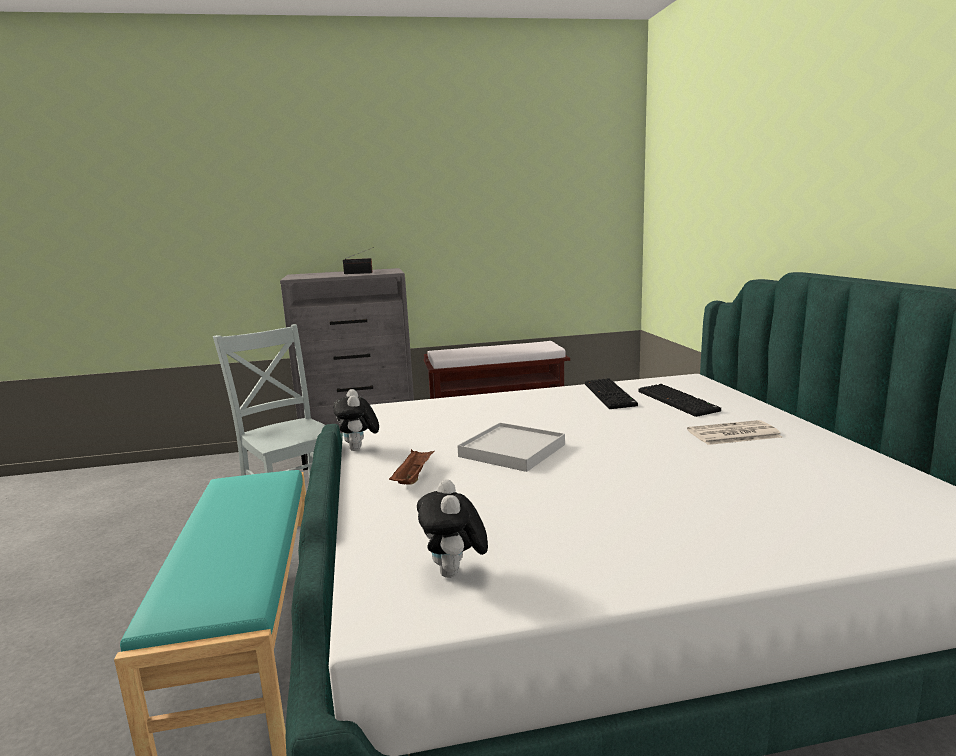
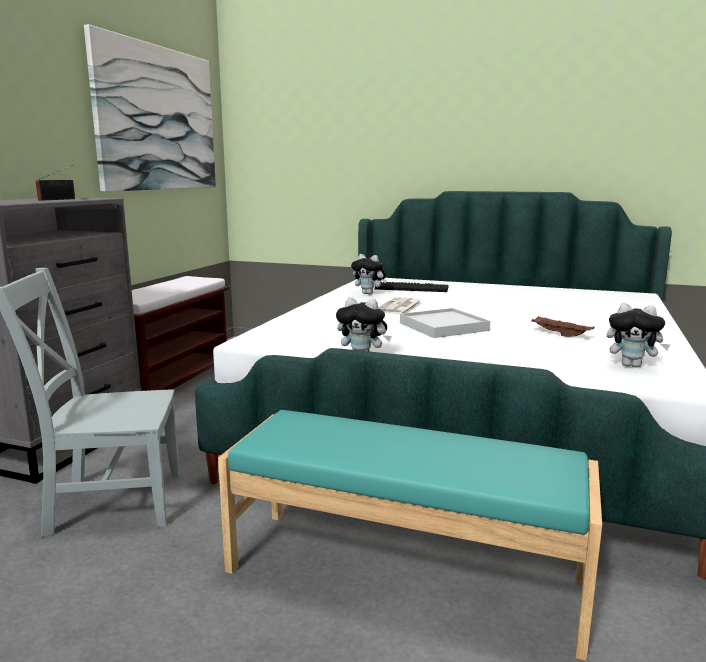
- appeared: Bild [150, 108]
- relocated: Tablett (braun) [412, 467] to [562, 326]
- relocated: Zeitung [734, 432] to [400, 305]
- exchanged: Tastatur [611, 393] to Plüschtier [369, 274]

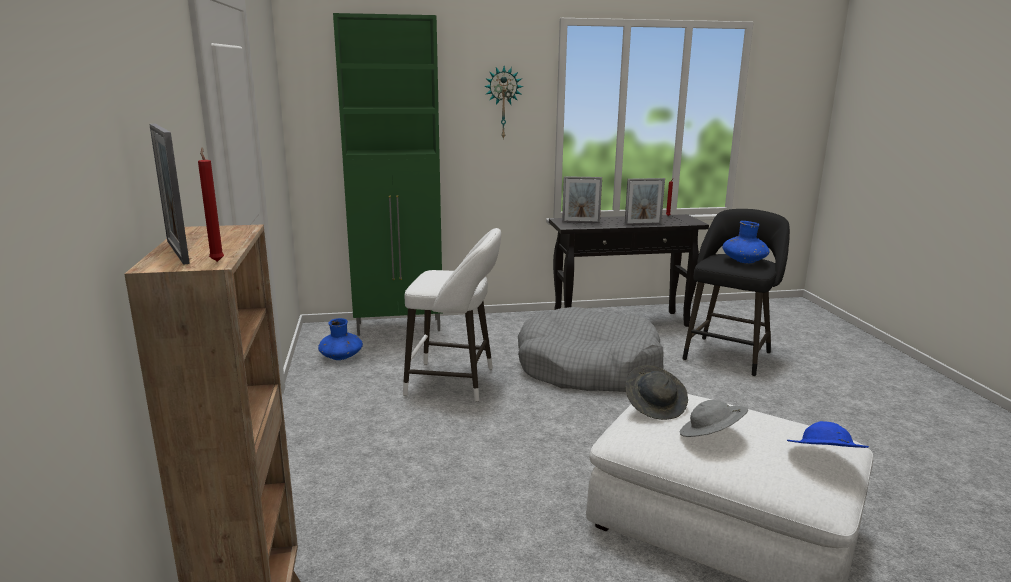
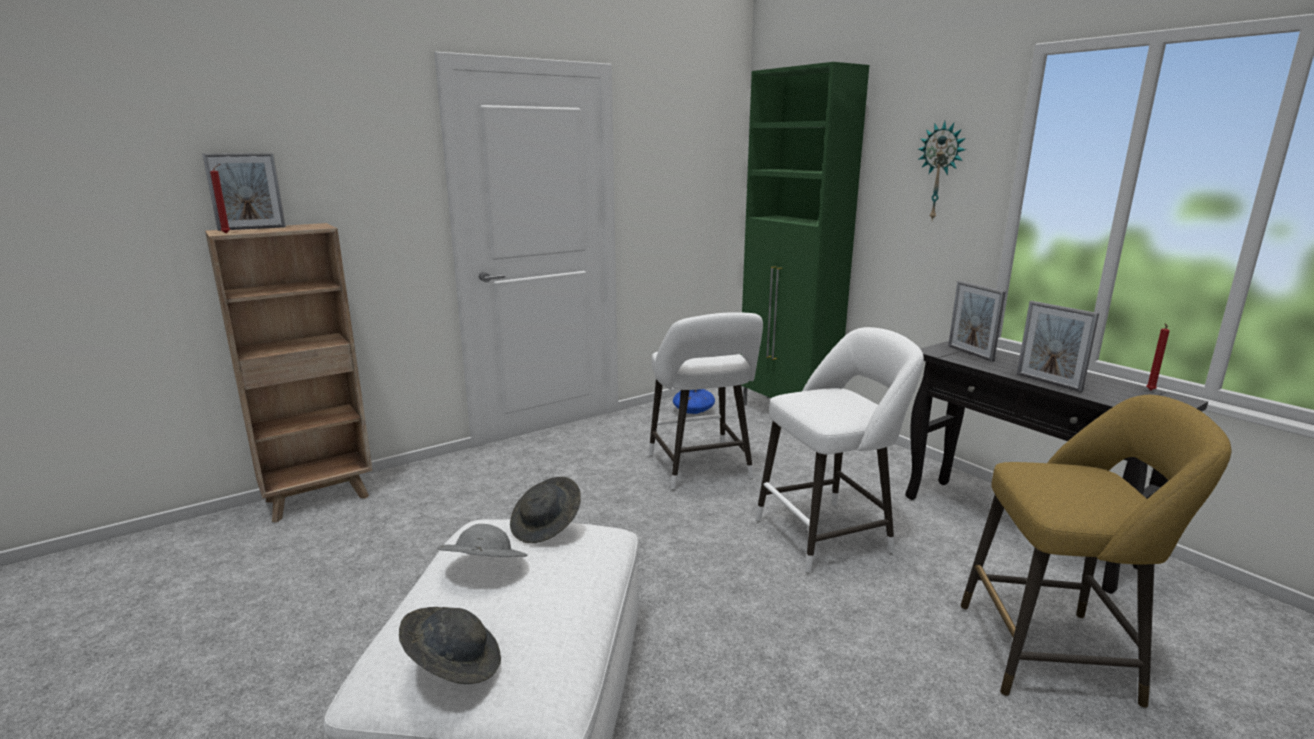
- missing: Vase (blau) [745, 242]
- exchanged: Hundebett (grau) [591, 349] to Hocker (weiß) [840, 450]
- colour: Hocker (schwarz) [736, 293] to Hocker (gelb) [1096, 551]
- colour: Hut (blau) [828, 434] to Hut (grau) [450, 645]
- spun: Bilderrahmen [170, 194] = [244, 192] 150 degrees counterclockwise

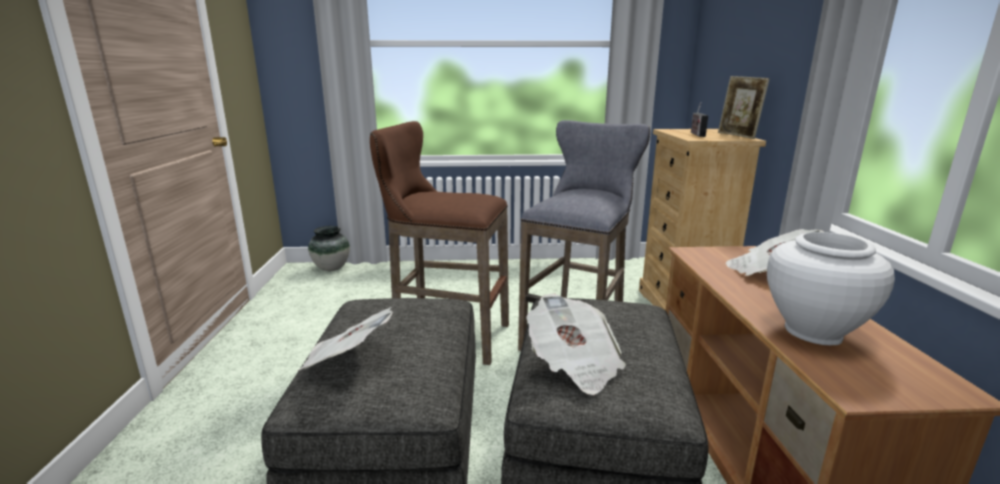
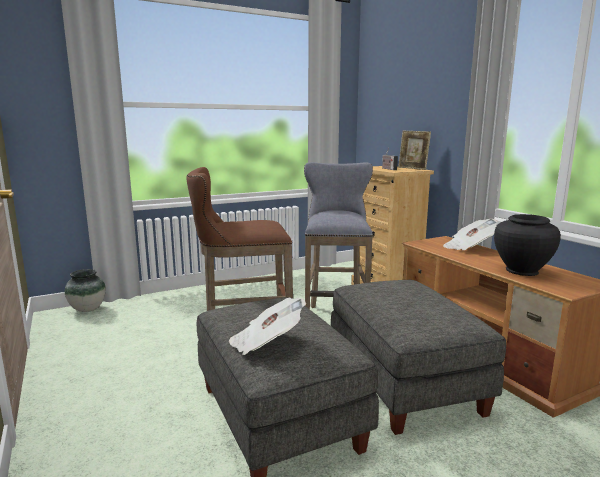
- missing: Zeitung [576, 344]
- colour: Vase (weiß) [831, 288] to Vase (schwarz) [527, 245]

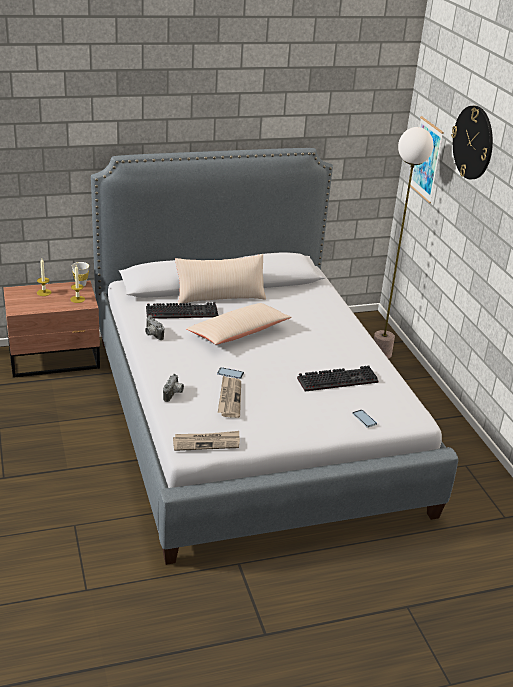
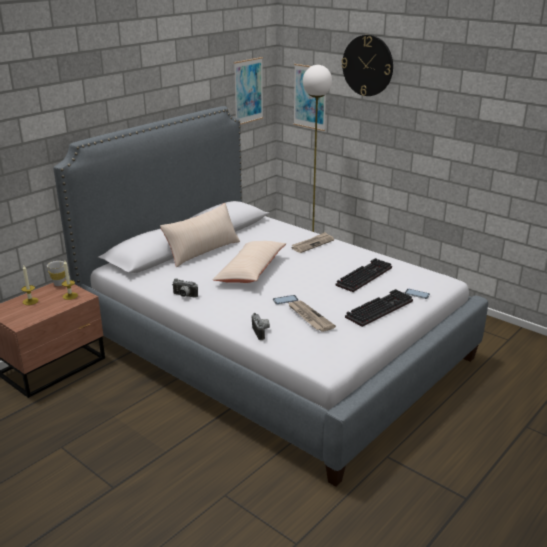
- appeared: Bild [248, 91]
- relocated: Tastatur [182, 310] to [379, 308]
- relocated: Zeitung [206, 441] to [312, 242]

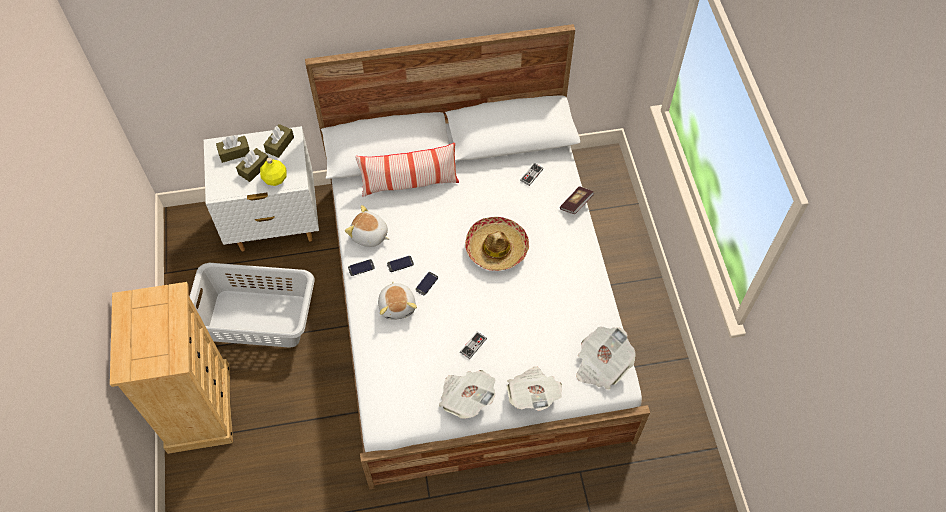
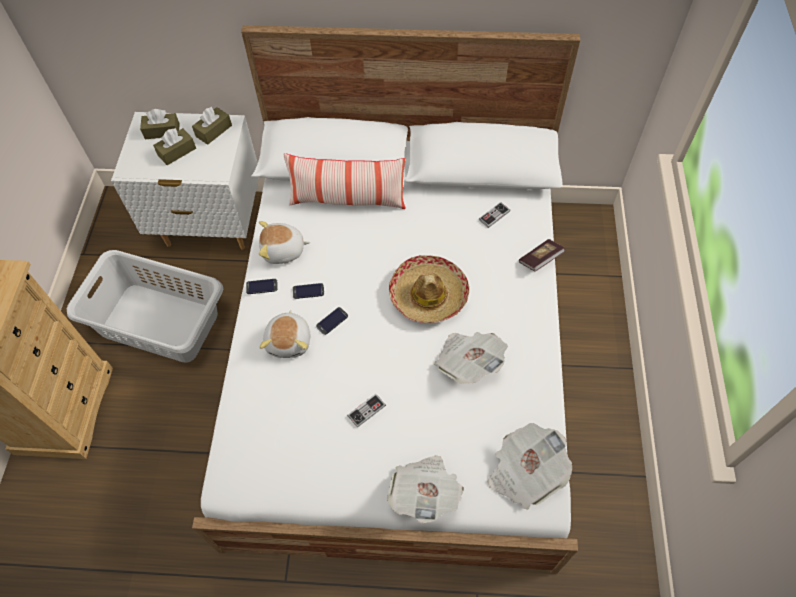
- missing: Flasche (gelb) [273, 171]
- relocated: Zeitung [467, 394] to [471, 358]
- spun: Plüschtier [367, 226] = [284, 242] 45 degrees counterclockwise

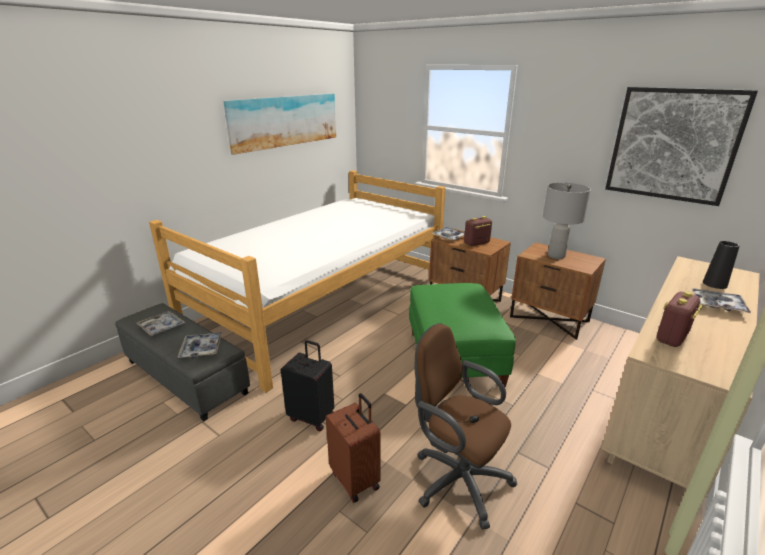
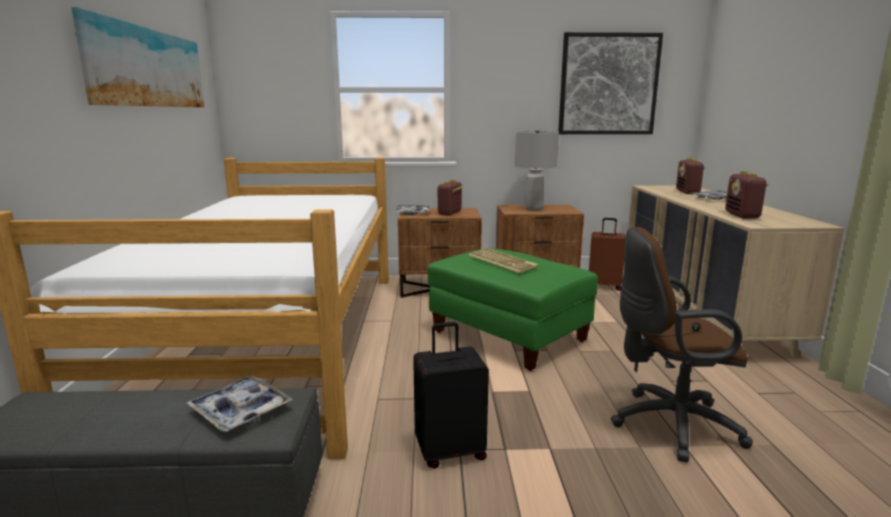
- missing: Tablett [161, 323]
- appeared: Tastatur [504, 260]
- relocated: Koffer (braun) [353, 448] to [607, 254]
- exchanged: Vase (schwarz) [721, 265] to Radio [691, 176]

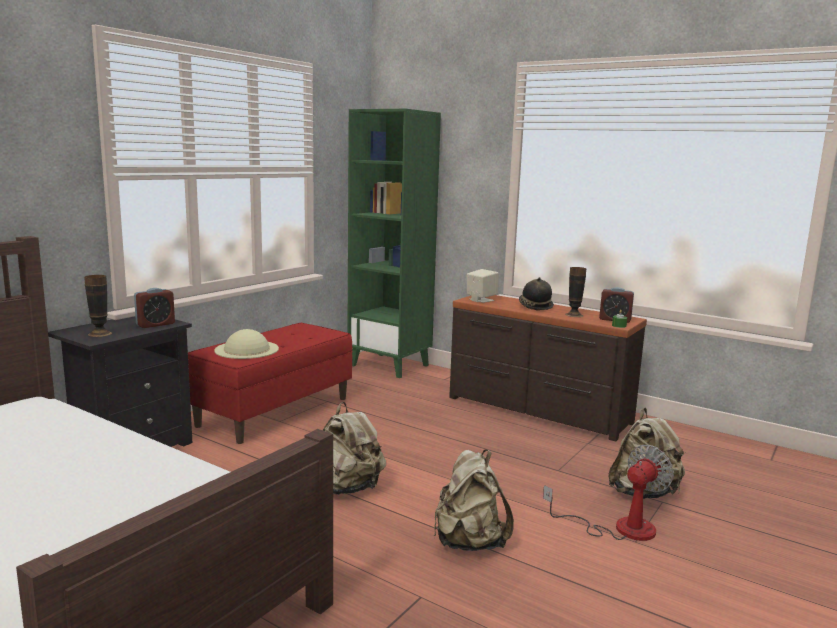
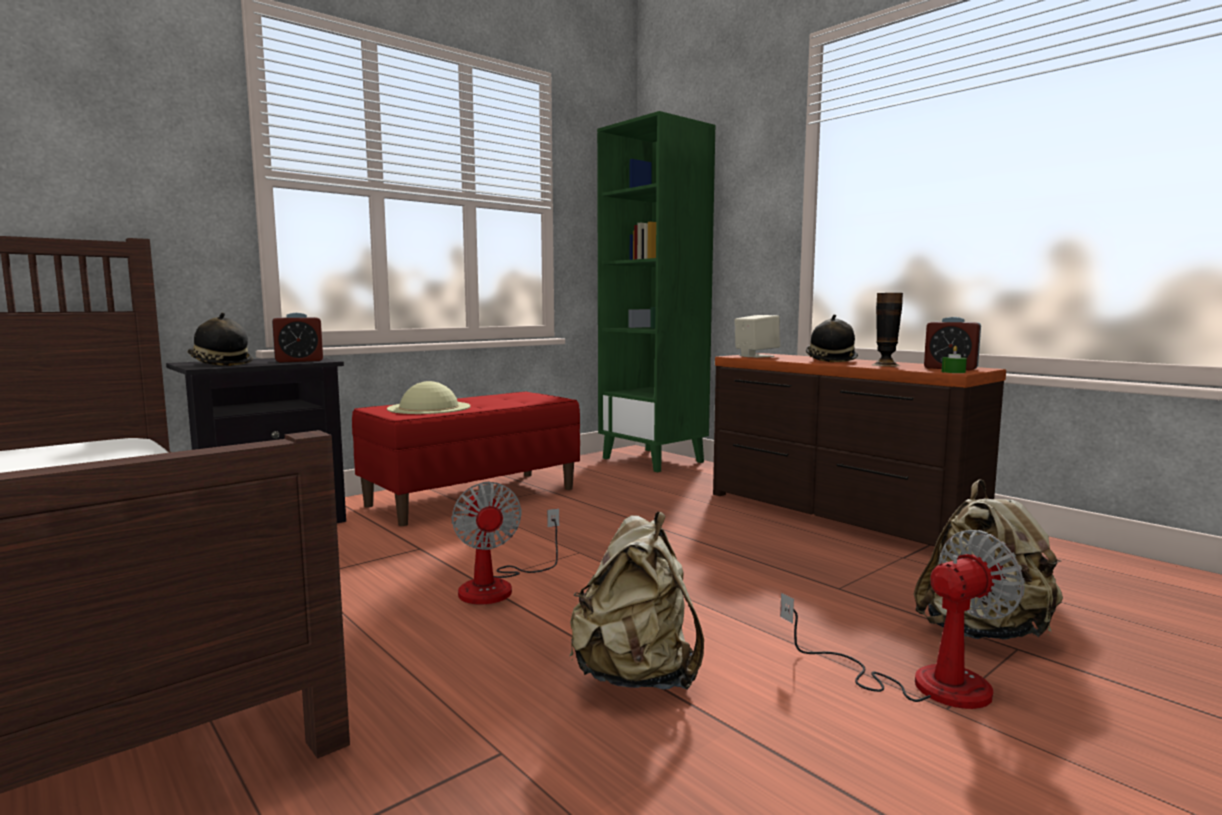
- exchanged: Vase [98, 306] to Hut [220, 339]
- exchanged: Rucksack (beige) [354, 448] to Ventilator [505, 543]

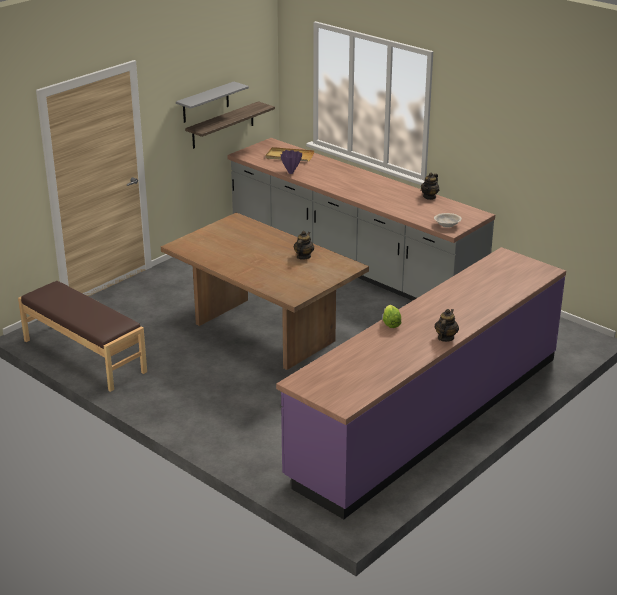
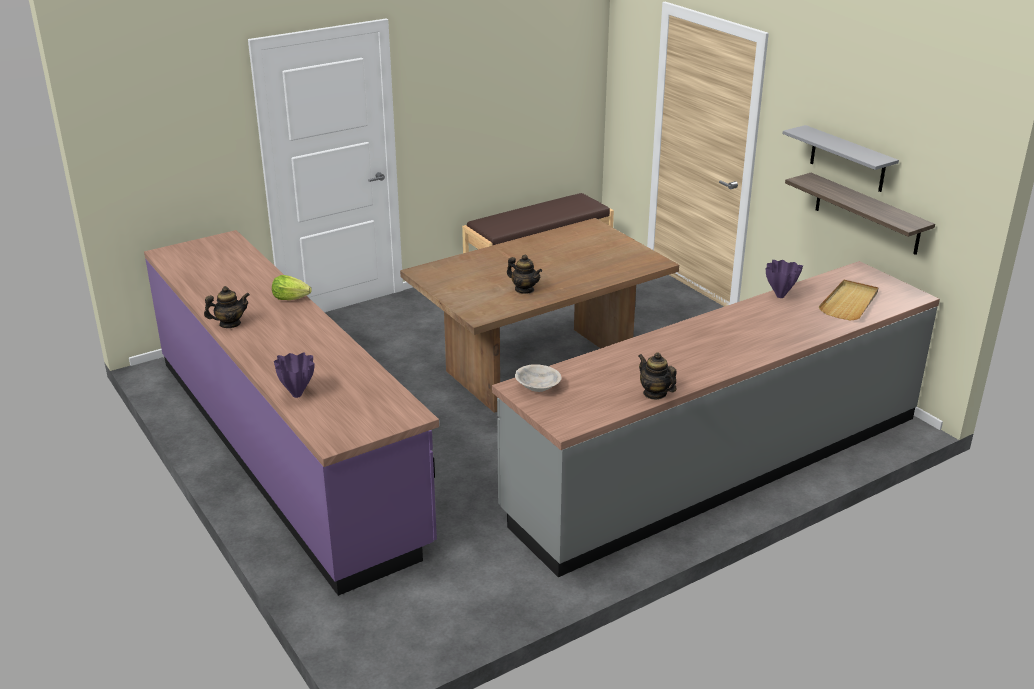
- appeared: Vase (lila) [294, 375]
- spun: Teekanne [446, 325] = [227, 307] 60 degrees counterclockwise

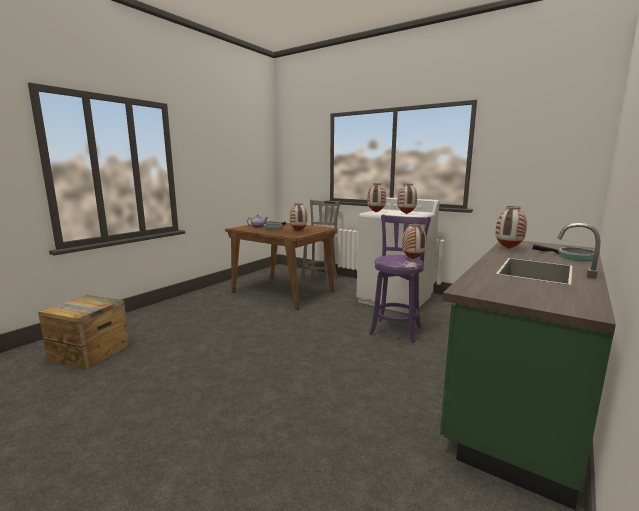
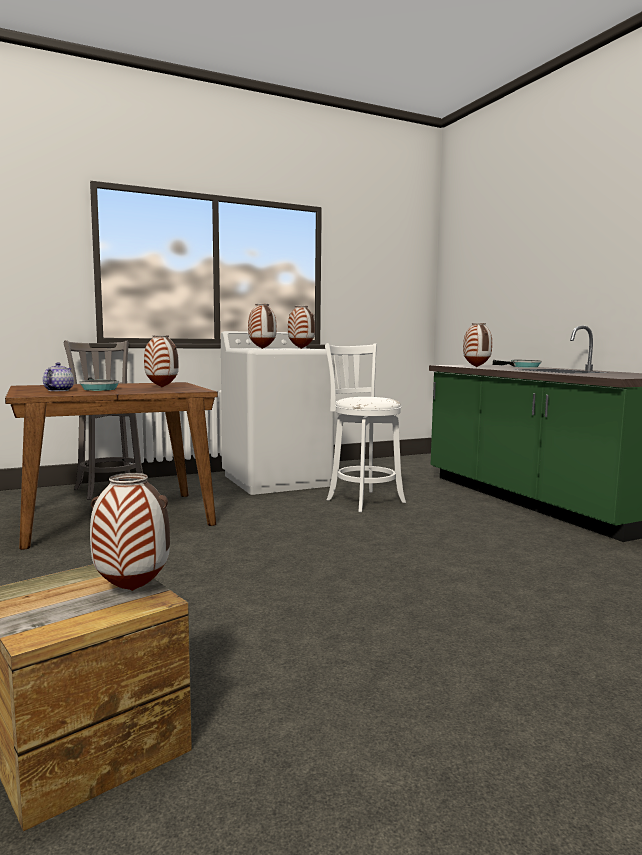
- relocated: Vase [414, 241] to [130, 532]
- colour: Hocker (lila) [400, 279] to Hocker (weiß) [365, 427]

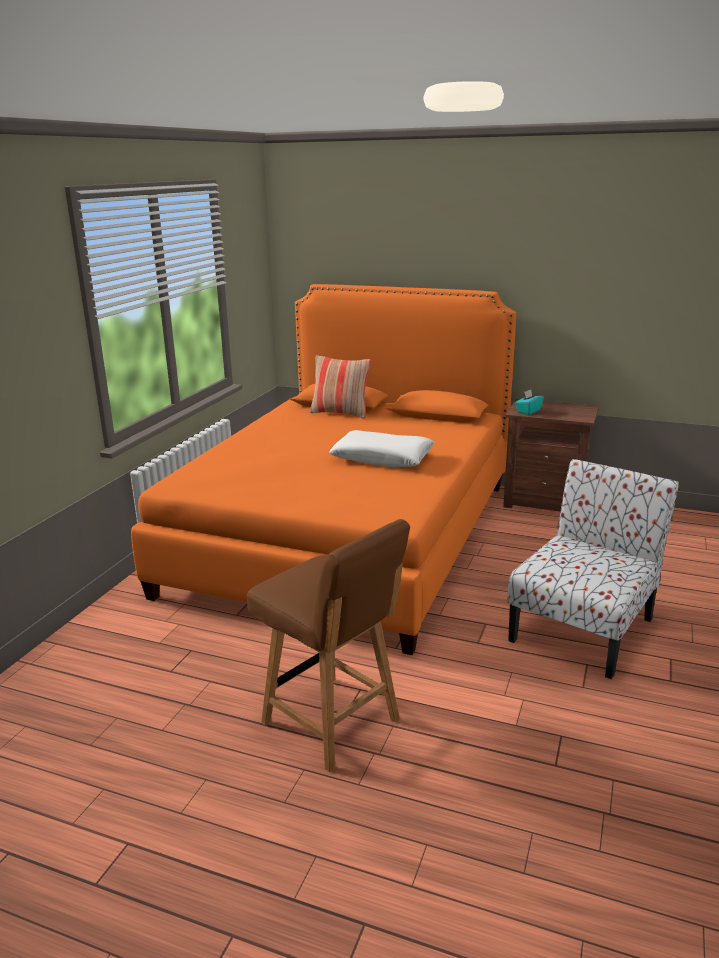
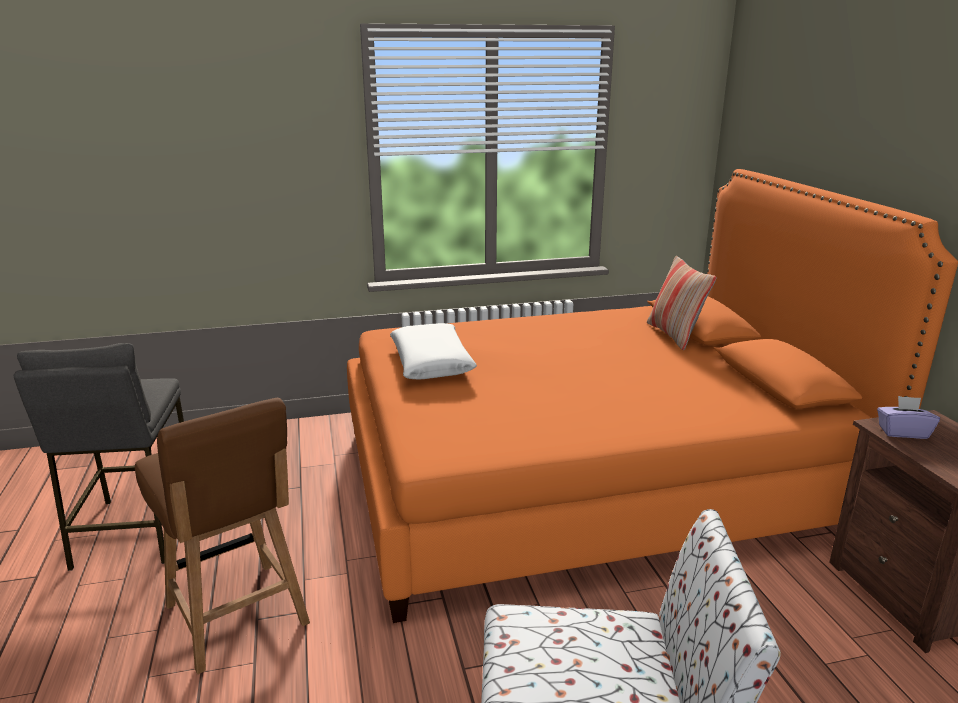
- appeared: Hocker (grau) [99, 457]
- relocated: Kissen (weiß) [382, 448] to [433, 351]
- colour: Taschentuchbox (türkis) [529, 402] to Taschentuchbox (lila) [908, 417]
- spun: Stuhl (braun) [328, 645] = [222, 536] 45 degrees counterclockwise

